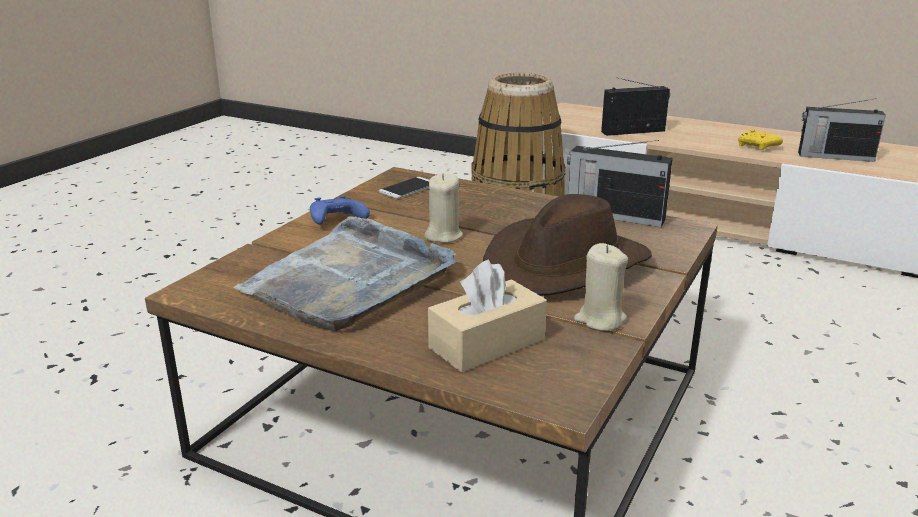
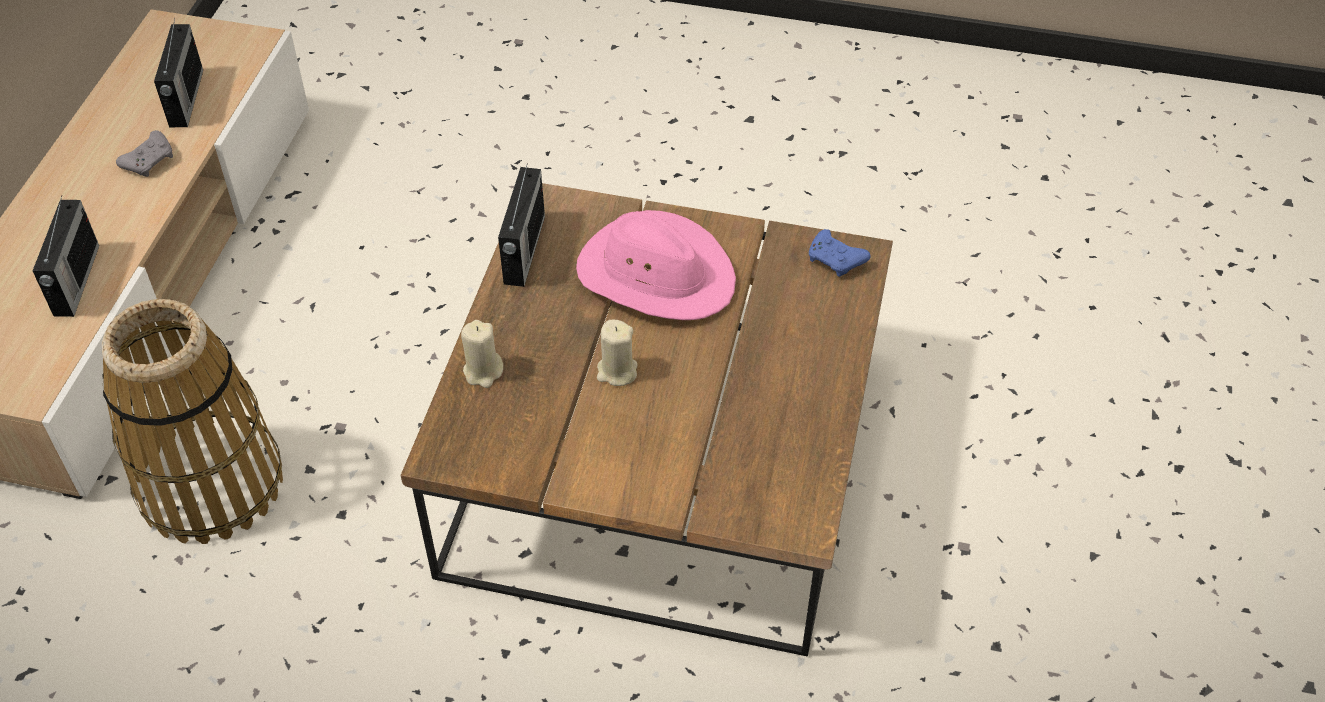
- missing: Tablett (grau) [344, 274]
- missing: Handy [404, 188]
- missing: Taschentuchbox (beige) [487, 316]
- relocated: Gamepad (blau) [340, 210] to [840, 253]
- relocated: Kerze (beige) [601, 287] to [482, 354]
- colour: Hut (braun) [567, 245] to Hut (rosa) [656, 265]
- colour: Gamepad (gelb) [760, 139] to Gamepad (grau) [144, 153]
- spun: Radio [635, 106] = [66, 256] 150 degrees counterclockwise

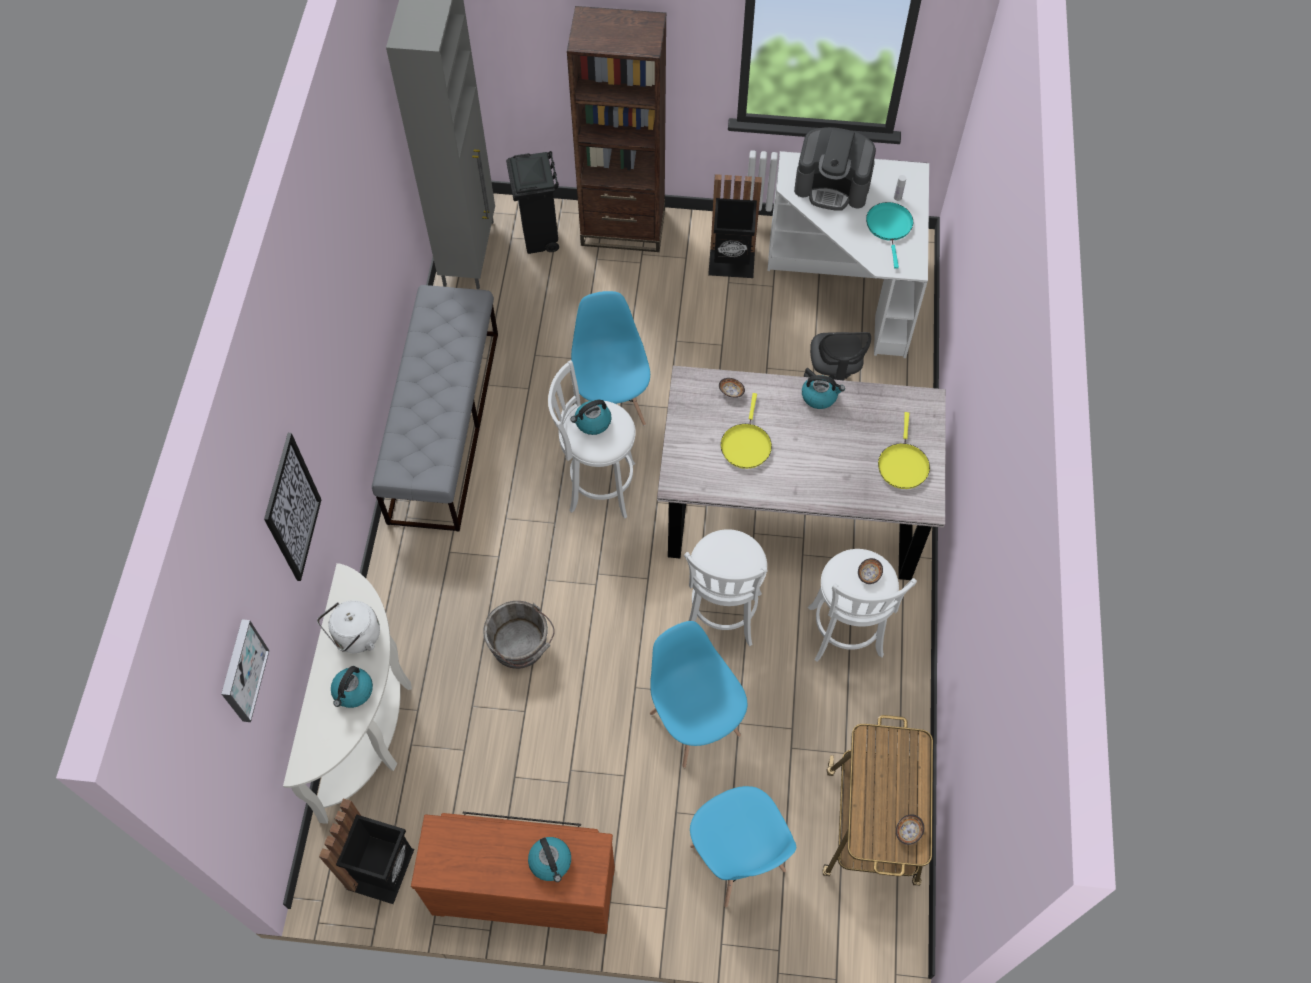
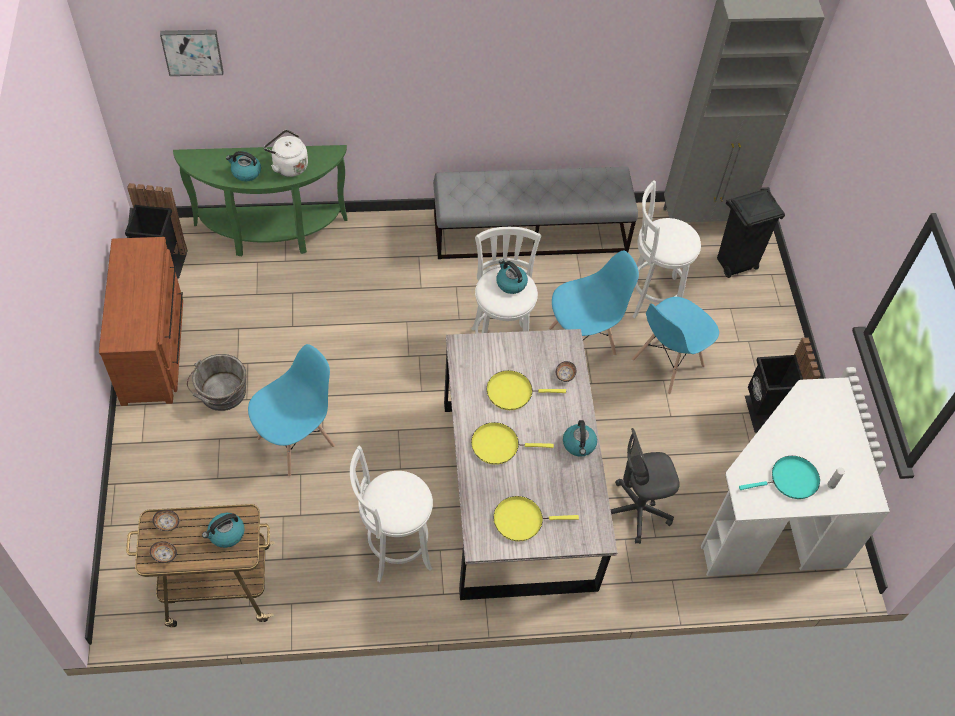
- missing: Bild [292, 507]
- missing: Bücherregal (braun) [617, 129]
- missing: Kaffeemaschine [835, 169]
- appeared: Pfanne (gelb) [512, 443]
- relocated: Eimer (grau) [519, 635] to [216, 382]
- relocated: Wasserkessel [549, 859] to [223, 530]
- relocated: Hocker (weiß) [725, 587] to [667, 249]
- relocated: Stuhl (blau) [743, 846] to [675, 345]
- relocated: Schüssel [870, 571] to [166, 520]
- colour: Konsolentisch (weiß) [347, 693] to Konsolentisch (grün) [260, 200]

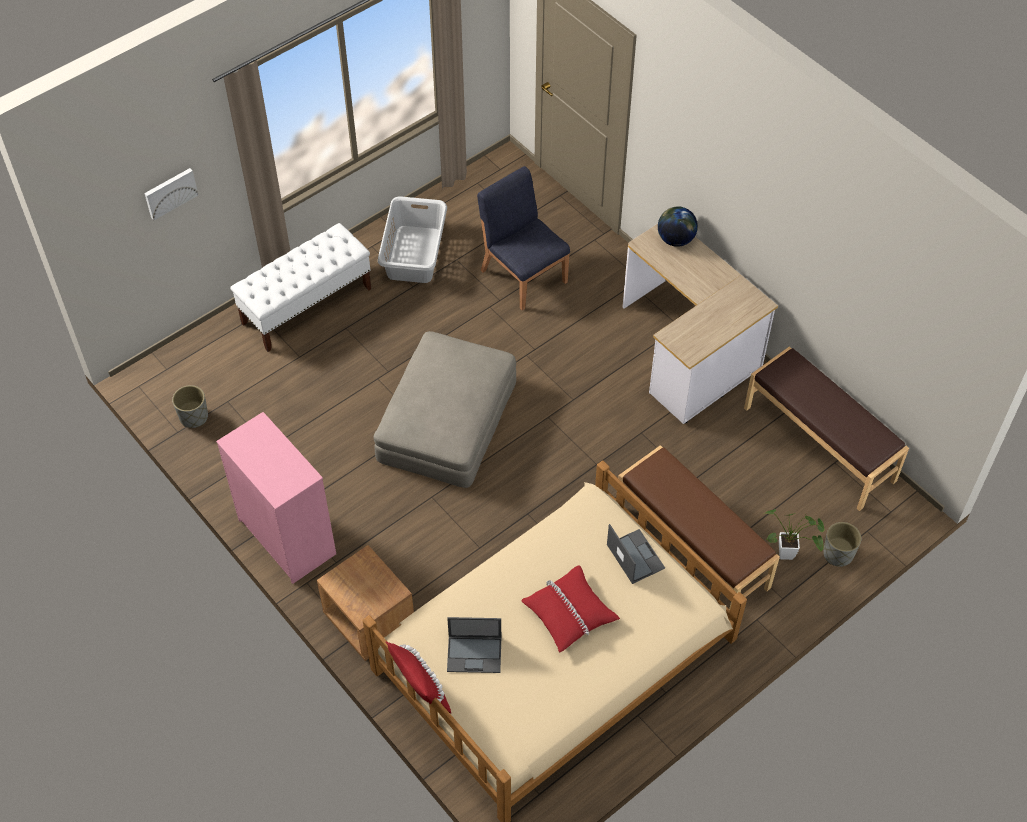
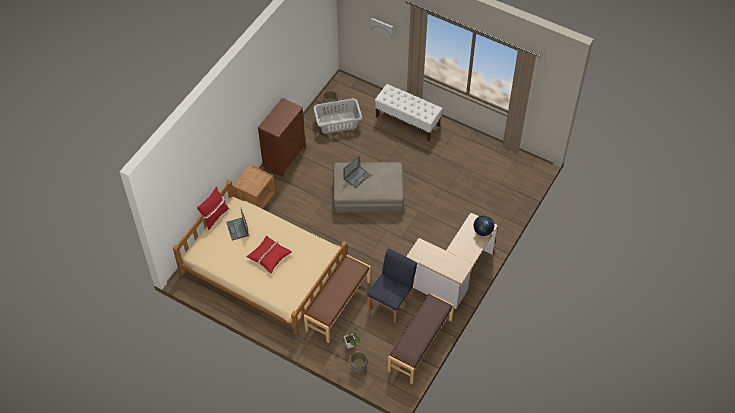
- relocated: Wäschekorb (grau) [412, 239] to [337, 116]
- relocated: Stuhl (blau) [523, 238] to [392, 285]
- relocated: Laptop [636, 554] to [357, 172]
- colour: Kommode (rosa) [276, 498] to Kommode (braun) [282, 137]

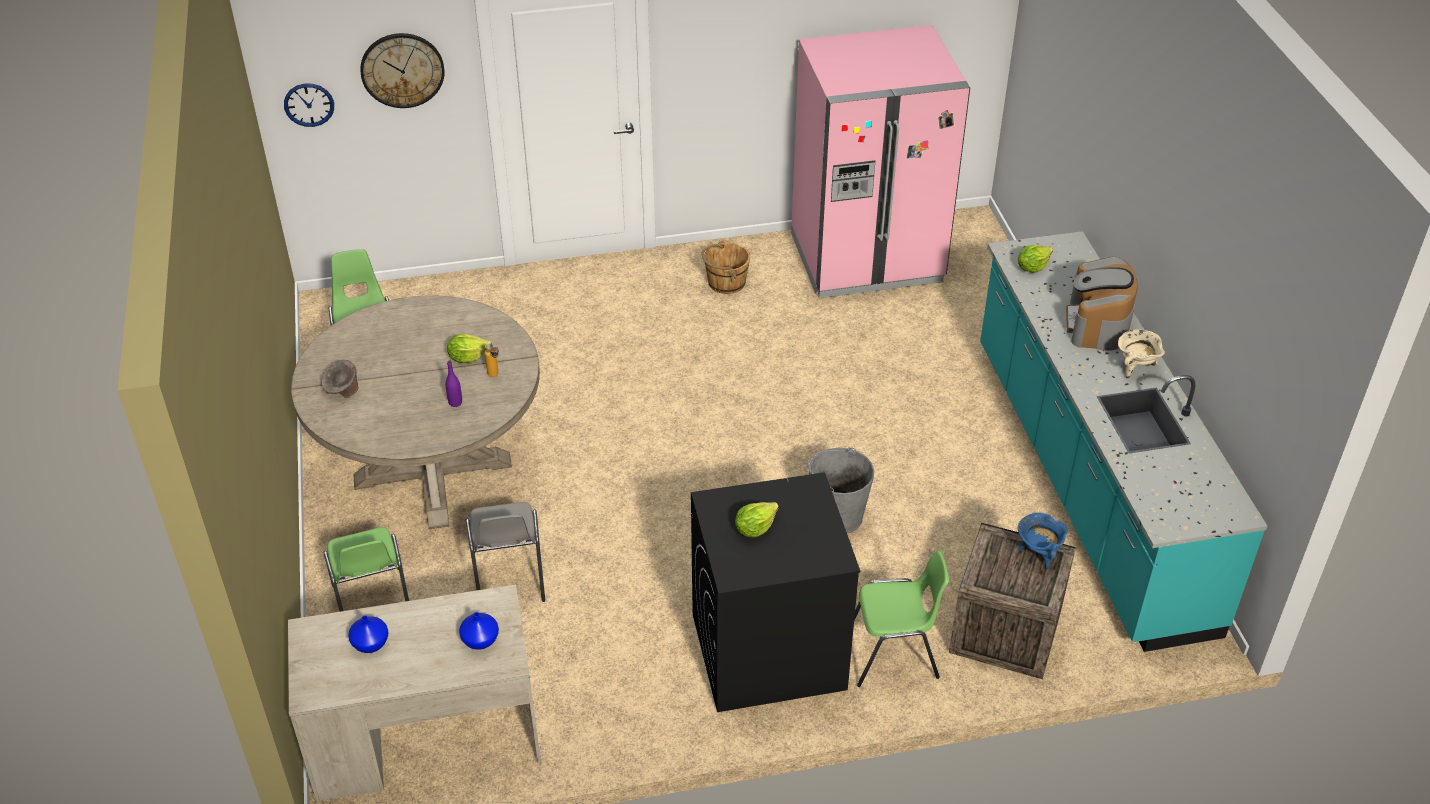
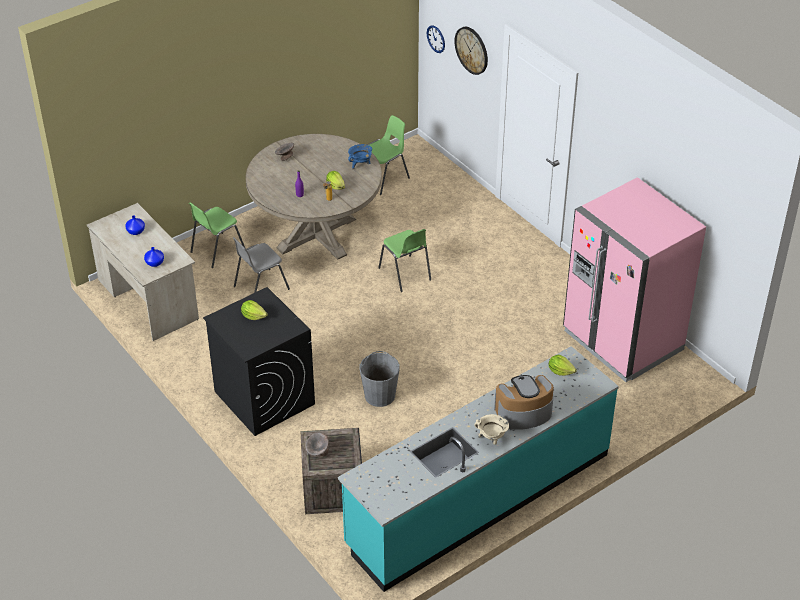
- missing: Eimer (braun) [726, 267]
- appeared: Schüssel (grau) [317, 445]
- relocated: Stuhl (grün) [901, 618] to [404, 260]
- relocated: Kochtopf (blau) [1043, 541] to [360, 157]

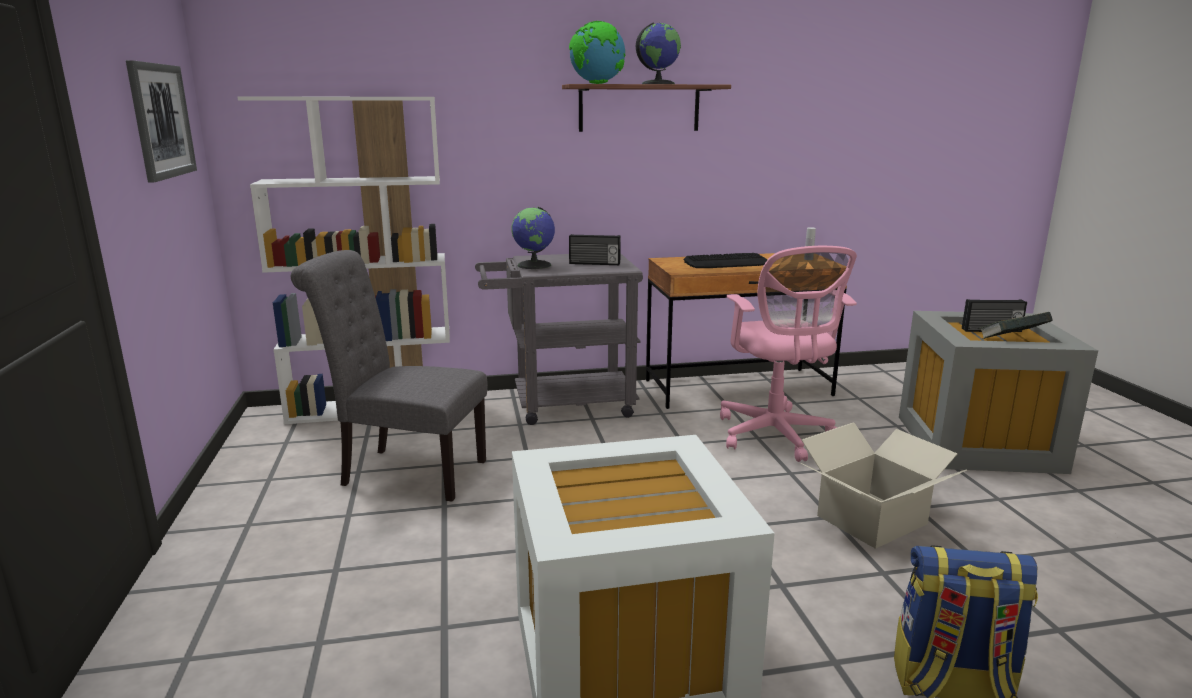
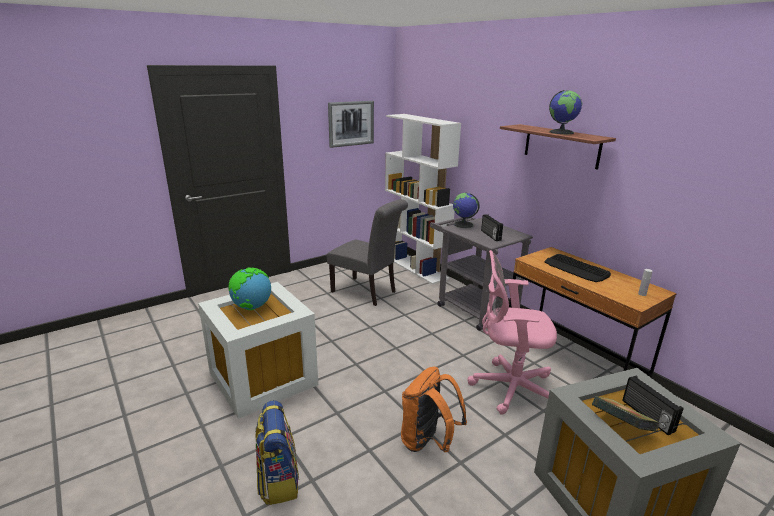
- relocated: Globus [597, 52] to [249, 288]
- exchanged: Karton [884, 485] to Rucksack (orange) [434, 409]
- spun: Stuhl (grau) [389, 376] = [367, 252] 135 degrees clockwise
- spun: Bürostuhl (rosa) [788, 354] = [512, 332] 45 degrees clockwise

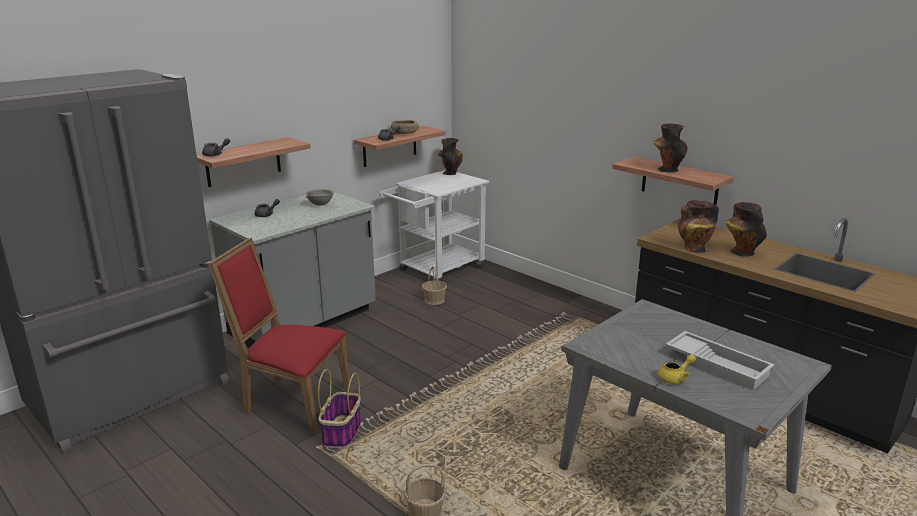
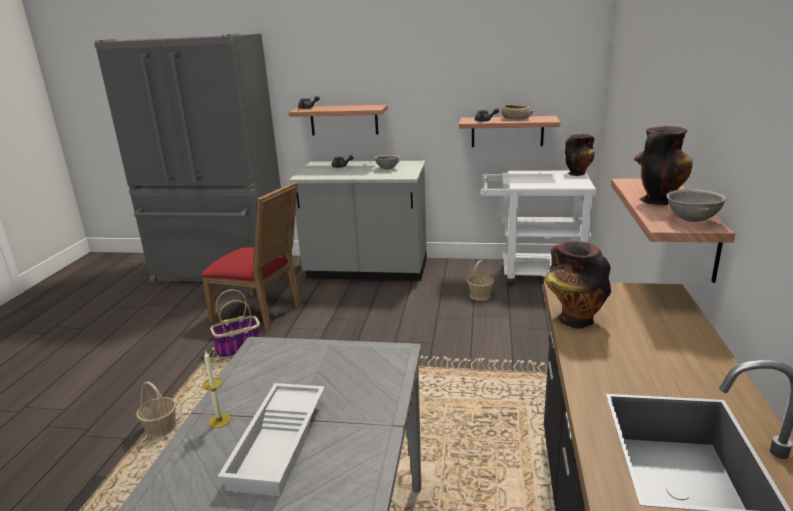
- missing: Vase [746, 229]
- appeared: Schüssel (grau) [697, 205]
- exchanged: Teekanne (gelb) [677, 369] to Kerze [216, 390]
- spun: Stuhl (rot) [279, 335] = [251, 256] 135 degrees clockwise

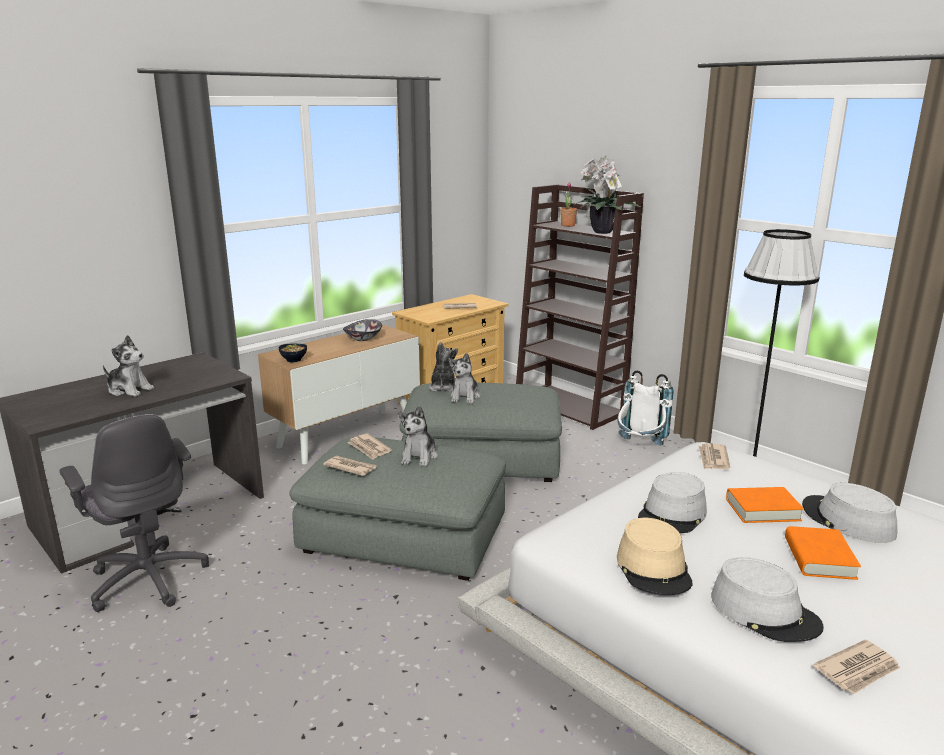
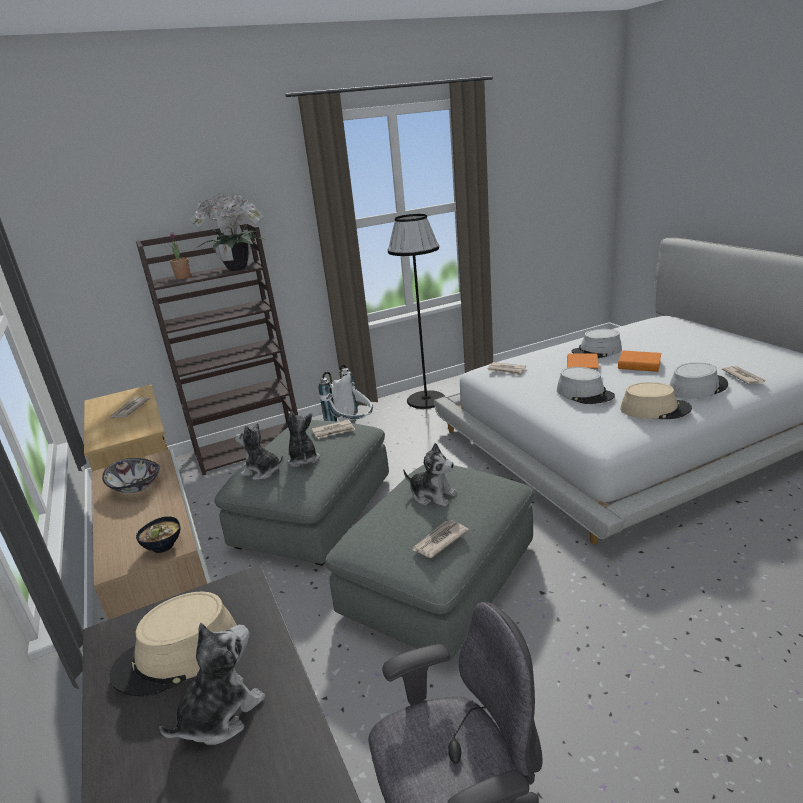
- appeared: Hut (beige) [173, 644]
- relocated: Zeitung [370, 447] to [334, 429]
- spun: Plüschtier [464, 378] = [303, 439] 135 degrees counterclockwise

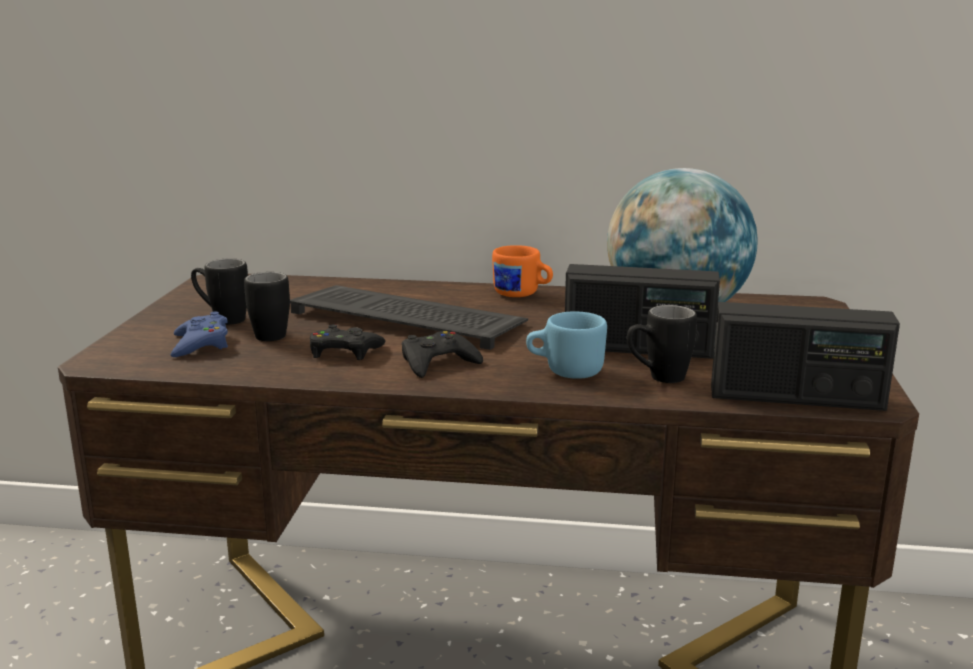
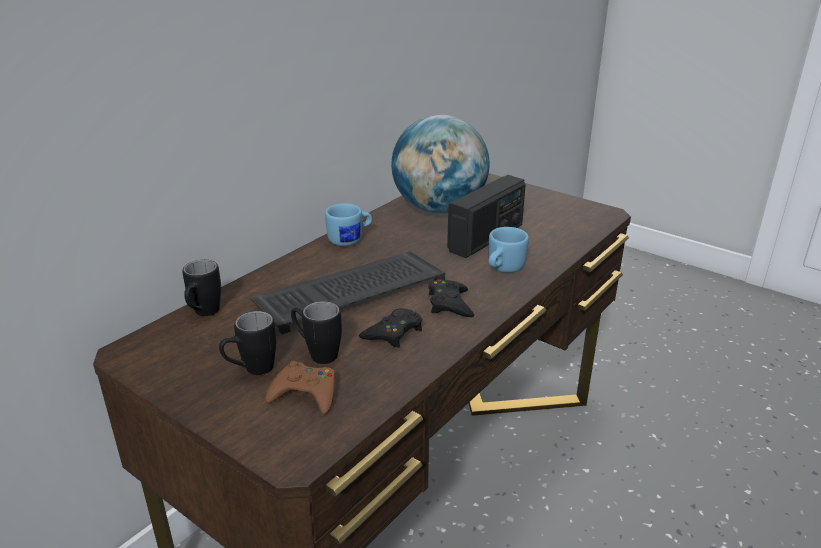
- missing: Radio [805, 356]
- relocated: Henkelbecher (schwarz) [662, 344] to [202, 288]
- colour: Gamepad (blau) [199, 334] to Gamepad (braun) [300, 387]
- colour: Henkelbecher (orange) [522, 271] to Henkelbecher (blau) [348, 224]

